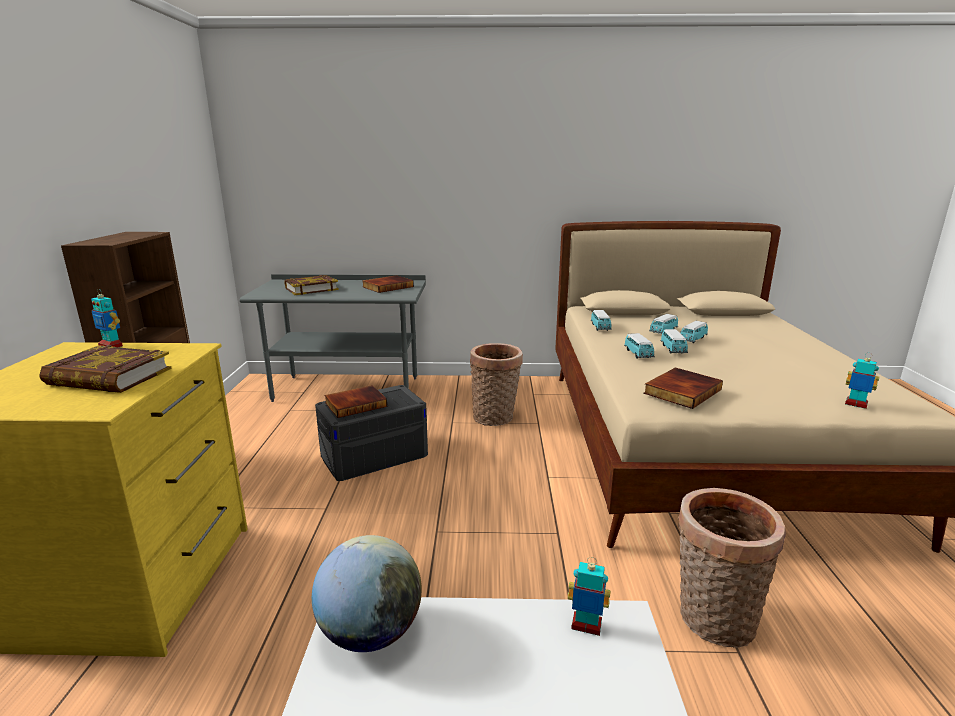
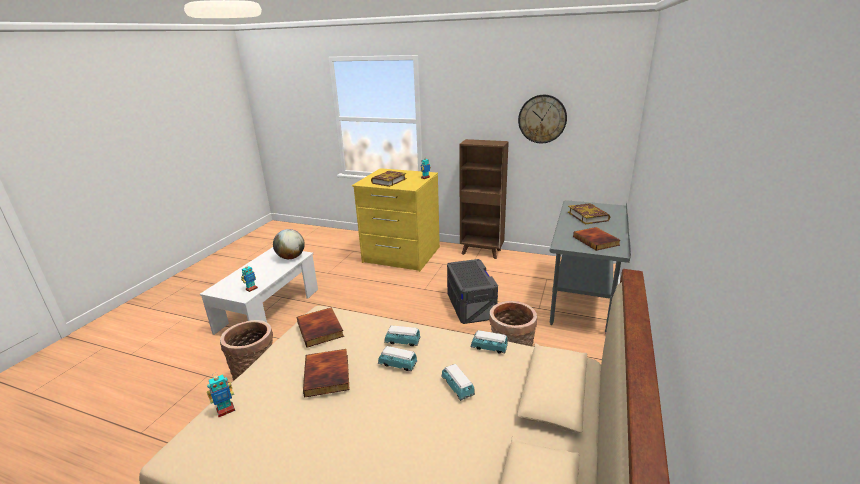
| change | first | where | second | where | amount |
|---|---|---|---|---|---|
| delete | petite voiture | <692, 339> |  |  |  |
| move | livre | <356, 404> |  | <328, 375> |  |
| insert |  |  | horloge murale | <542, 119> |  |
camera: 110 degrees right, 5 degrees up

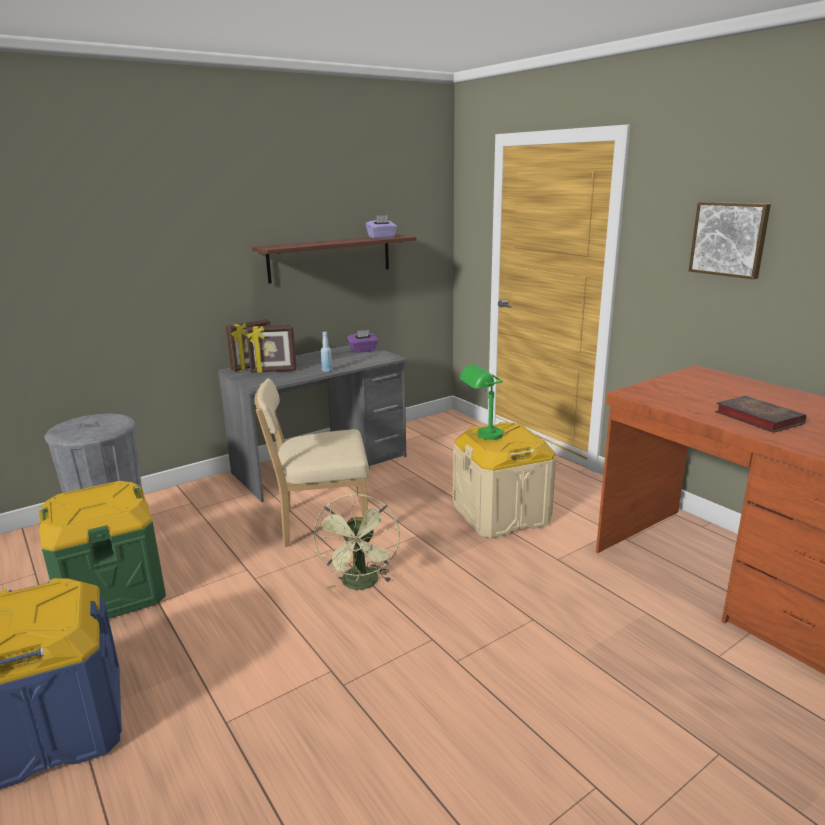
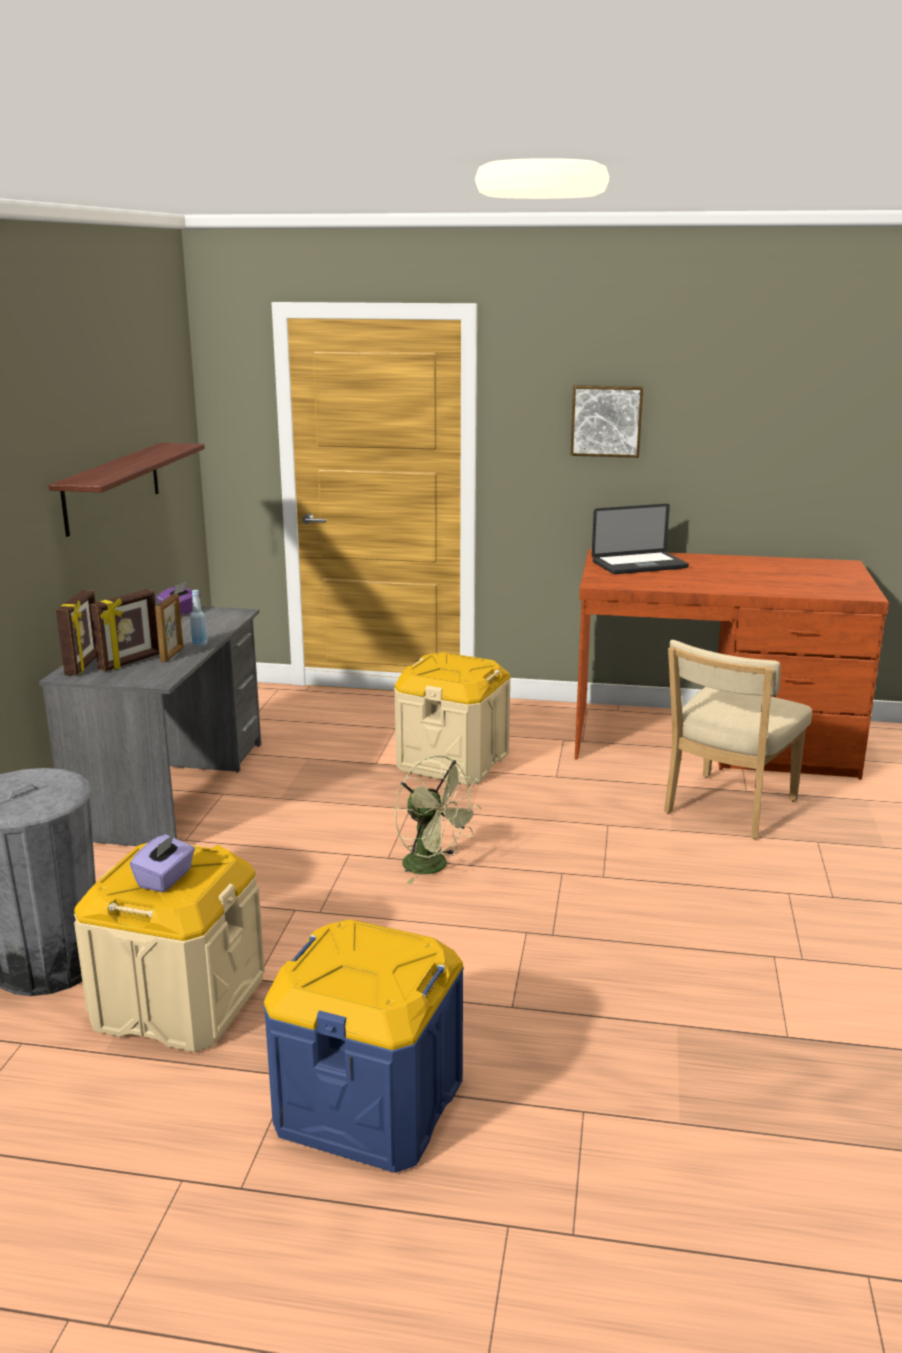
| change | first | where | second | where | amount |
|---|---|---|---|---|---|
| move | boîte à mouchoirs/violet | <381, 237> |  | <165, 879> |  |
| delete | lampe de table/vert | <482, 436> |  |  |  |
| move | chaise/beige | <320, 523> |  | <726, 809> |  |
| delete | livre | <756, 418> |  |  |  |
| recolor | boîte de rangement/vert | <111, 592> | boîte de rangement/beige | <178, 1001> |  |
| insert |  |  | ordinateur portable | <639, 565> |  |
| insert |  |  | cadre photo | <172, 655> |  |
camera: 45 degrees left, 0 degrees up

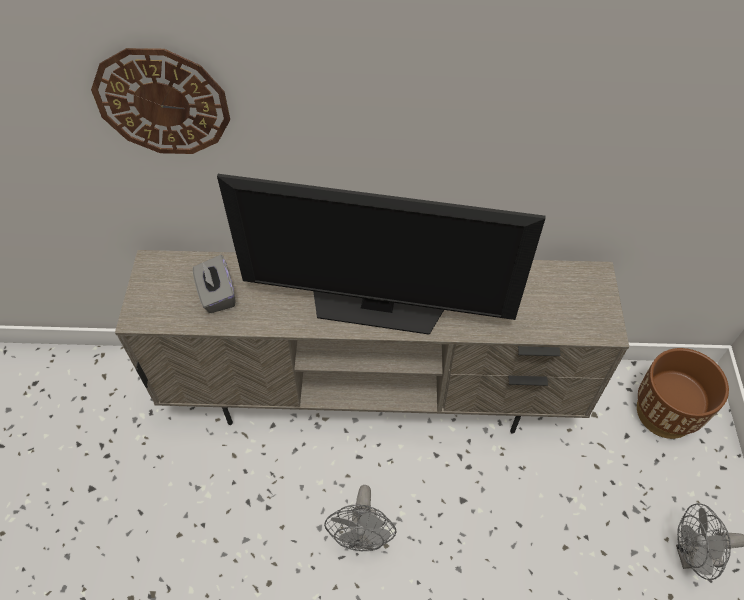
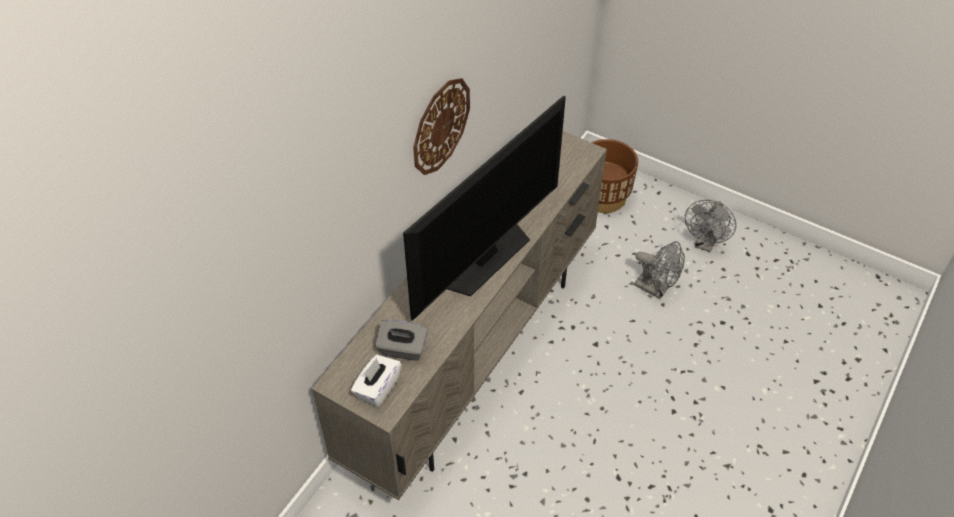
| change | first | where | second | where | amount |
|---|---|---|---|---|---|
| move | horloge murale | <162, 102> |  | <440, 126> |  |
| move | ventilateur/gris | <362, 536> |  | <656, 289> |  |
| insert |  |  | boîte à mouchoirs/blanc | <377, 388> |  |
camera: 60 degrees left, 5 degrees down

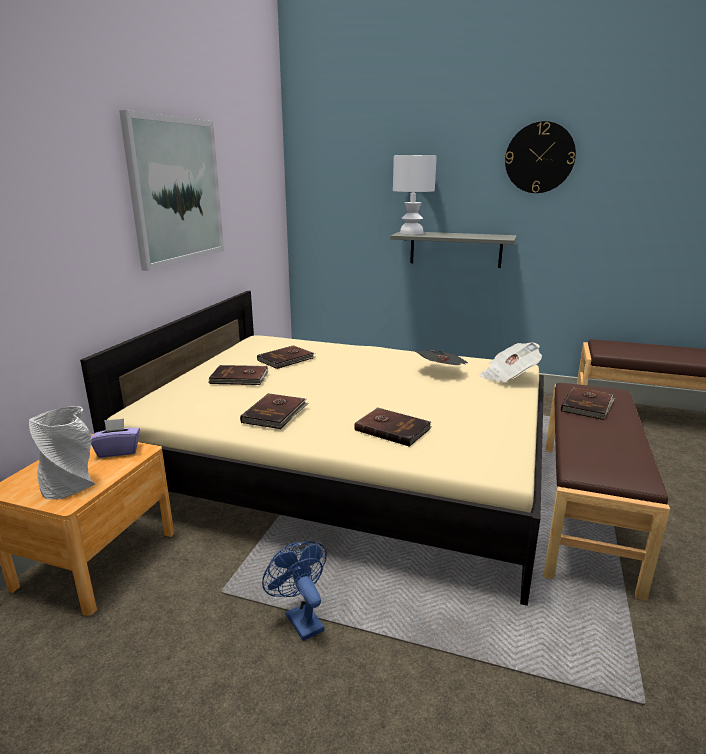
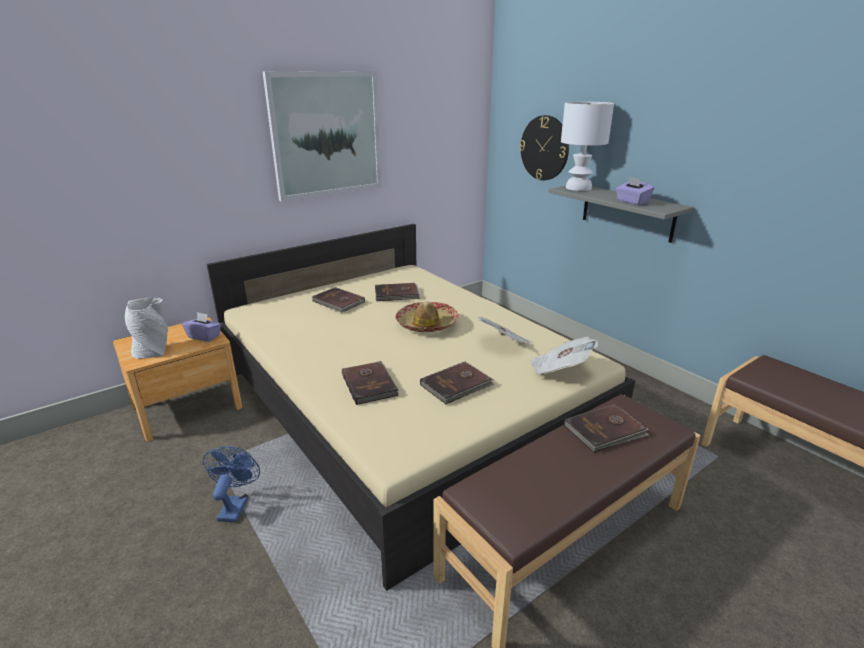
| change | first | where | second | where | amount |
|---|---|---|---|---|---|
| move | horloge murale | <539, 158> |  | <544, 148> |  |
| move | livre/marron | <275, 413> |  | <457, 385> |  |
| insert |  |  | boîte à mouchoirs/violet | <632, 202> |  |
| insert |  |  | chapeau | <427, 324> |  |
camera: 35 degrees right, 5 degrees up

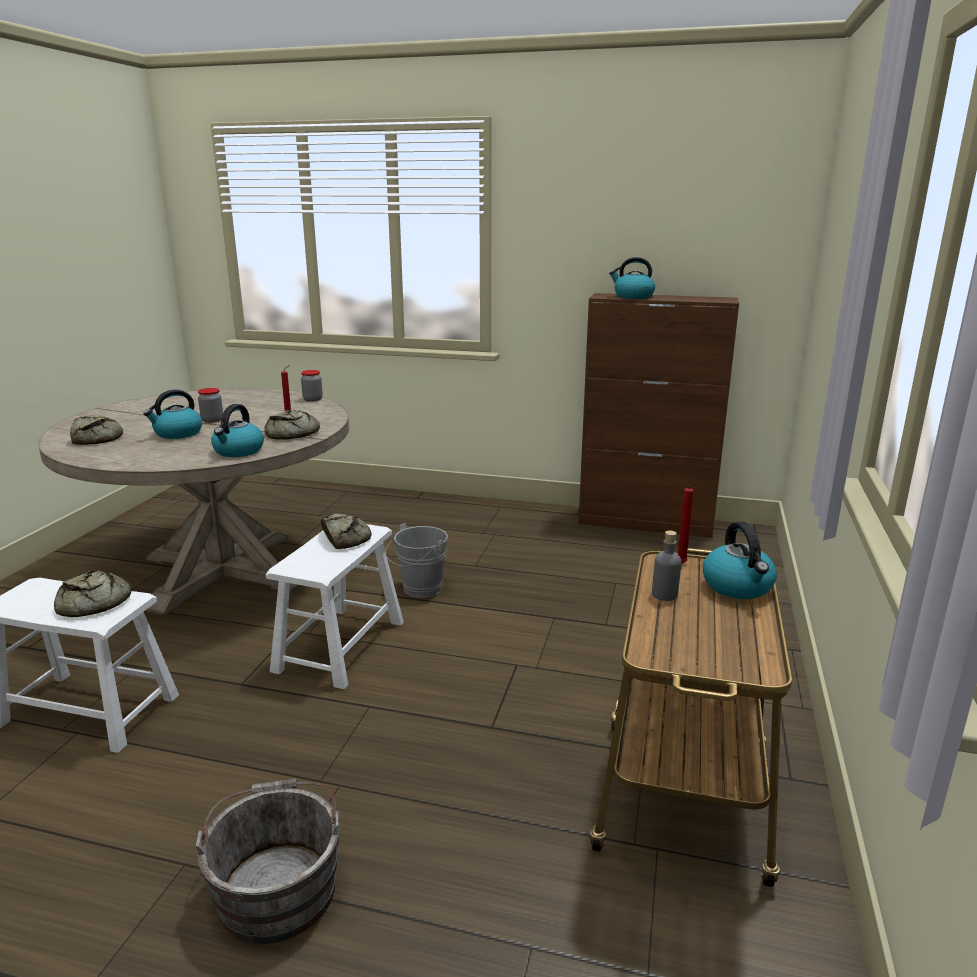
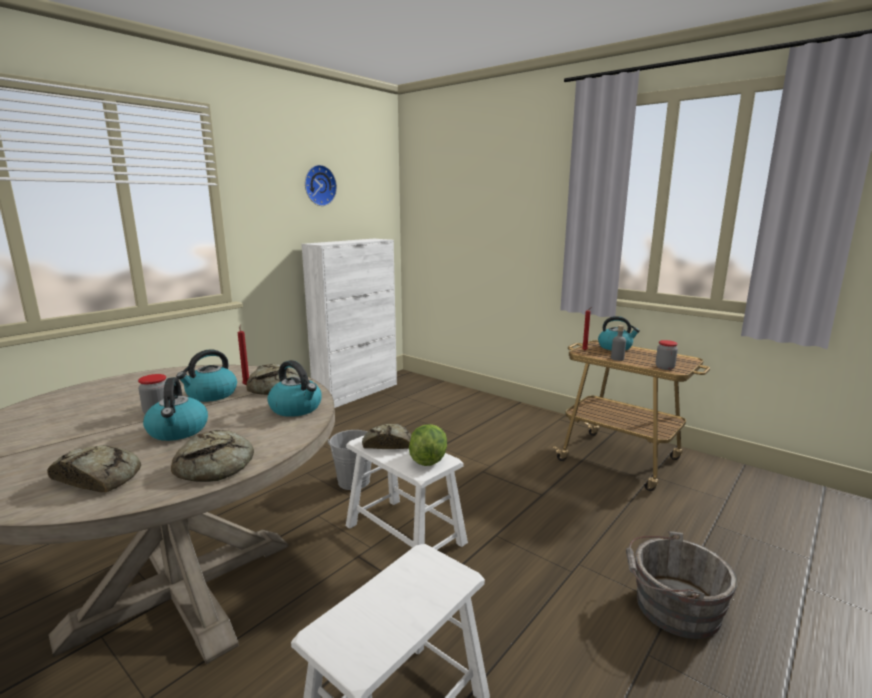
| change | first | where | second | where | amount |
|---|---|---|---|---|---|
| move | bouilloire | <633, 296> |  | <211, 395> |  |
| recolor | meuble de rangement/marron | <646, 522> | meuble de rangement/blanc | <357, 392> |  |
| move | bocal | <312, 399> |  | <664, 367> |  |
| move | pain | <92, 604> |  | <218, 465> |  |
| insert |  |  | horloge murale | <319, 185> |  |
| insert |  |  | laitue | <428, 459> |  |
camera: 65 degrees left, 5 degrees down

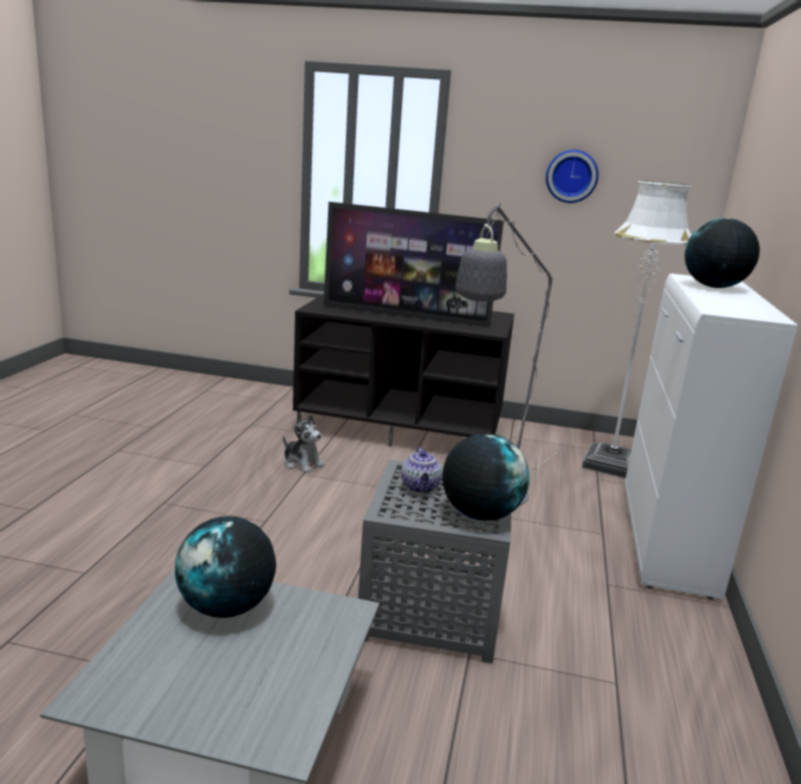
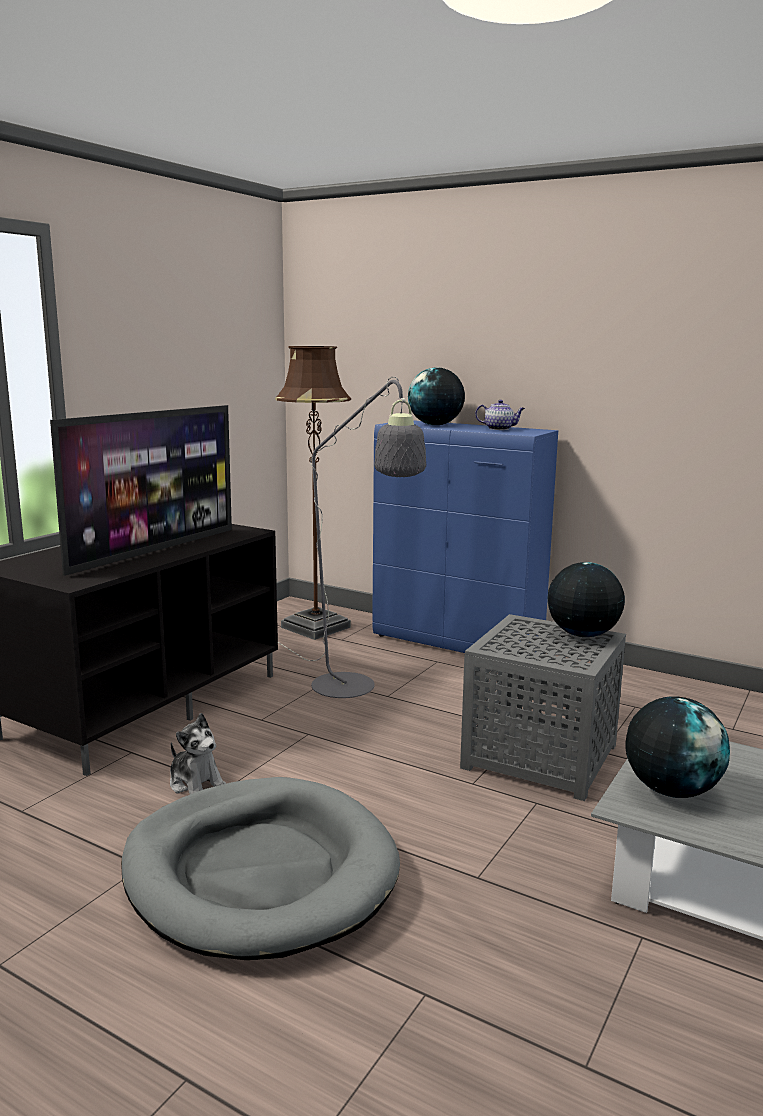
| change | first | where | second | where | amount |
|---|---|---|---|---|---|
| delete | horloge murale | <571, 176> |  |  |  |
| recolor | lampadaire/blanc | <610, 464> | lampadaire/marron | <316, 627> |  |
| recolor | meuble de rangement/blanc | <666, 542> | meuble de rangement/bleu | <458, 643> |  |
| rotate | peluche | <302, 463> |  | <196, 783> | 75 degrees clockwise |
| move | théière | <421, 487> |  | <499, 429> |  |
| insert |  |  | panier pour chien/gris | <259, 872> |  |
camera: 70 degrees left, 5 degrees down

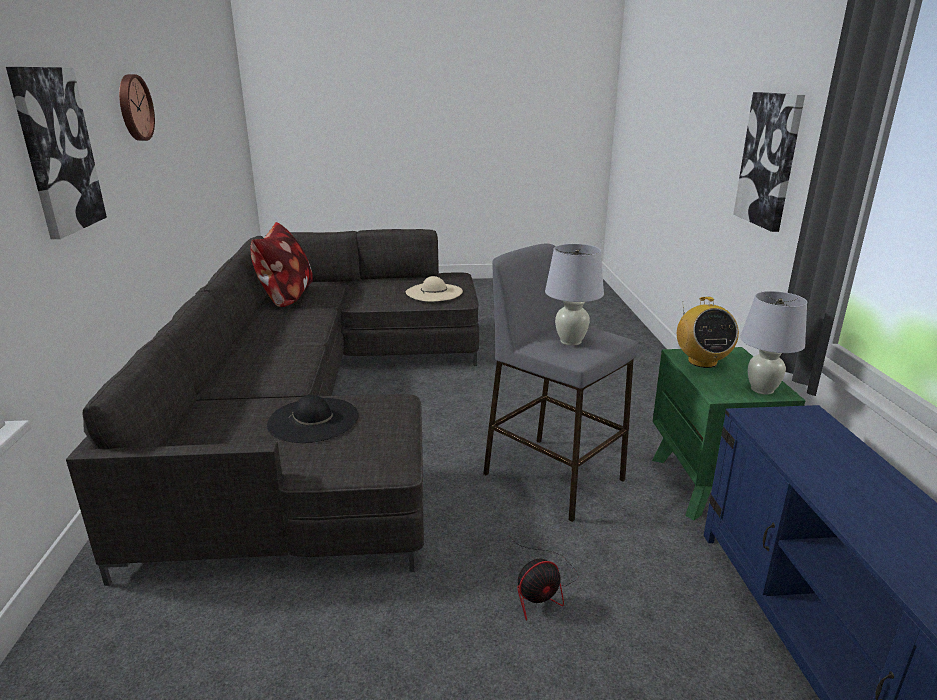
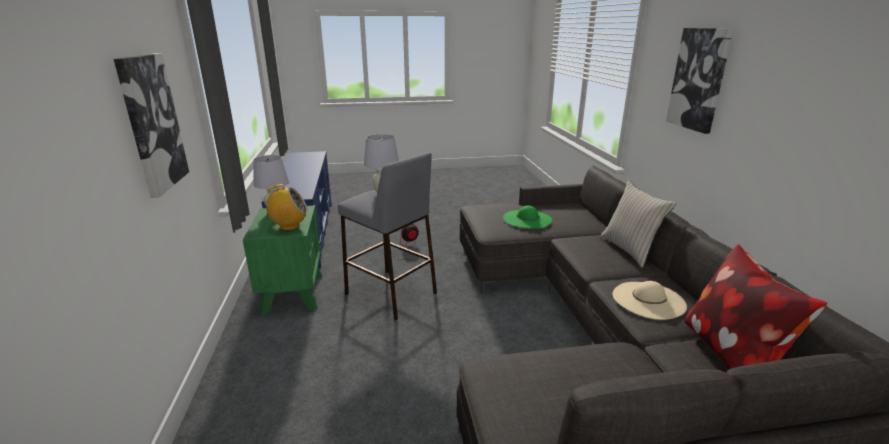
| change | first | where | second | where | amount |
|---|---|---|---|---|---|
| delete | horloge murale | <133, 108> |  |  |  |
| move | chapeau/beige | <434, 292> |  | <648, 300> |  |
| rotate | radio | <702, 361> |  | <289, 226> | 90 degrees clockwise |
| recolor | chapeau/noir | <313, 420> | chapeau/vert | <527, 219> |  |
| insert |  |  | coussin/beige | <629, 250> |  |
camera: 175 degrees right, 0 degrees up

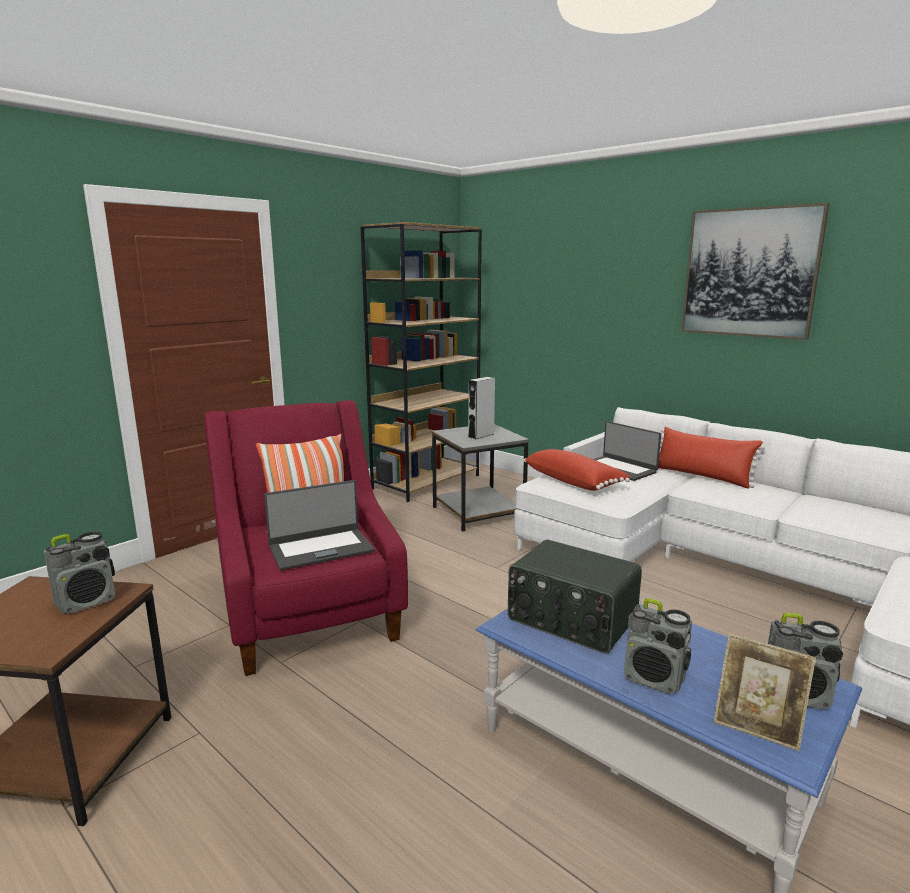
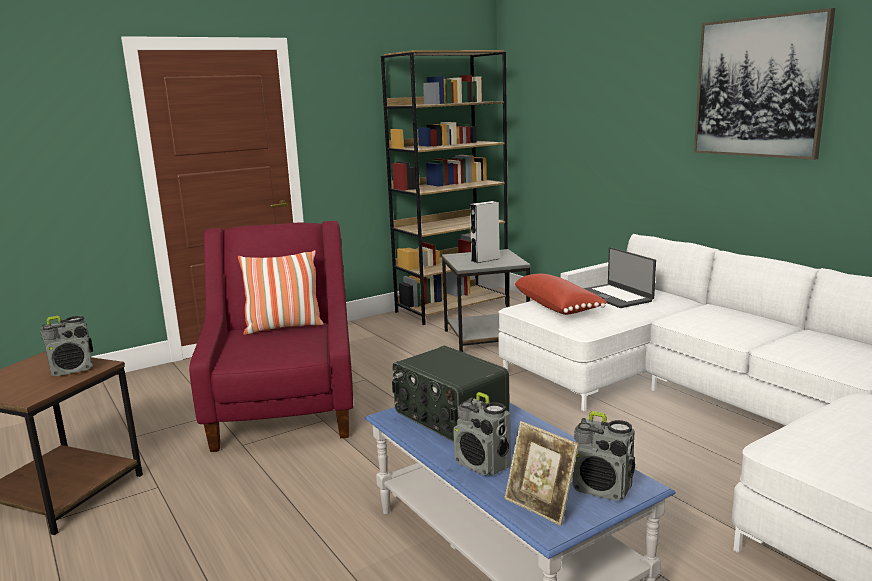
| change | first | where | second | where | amount |
|---|---|---|---|---|---|
| delete | coussin/rouge | <702, 476> |  |  |  |
| delete | ordinateur portable | <320, 549> |  |  |  |
camera: 15 degrees right, 0 degrees up

